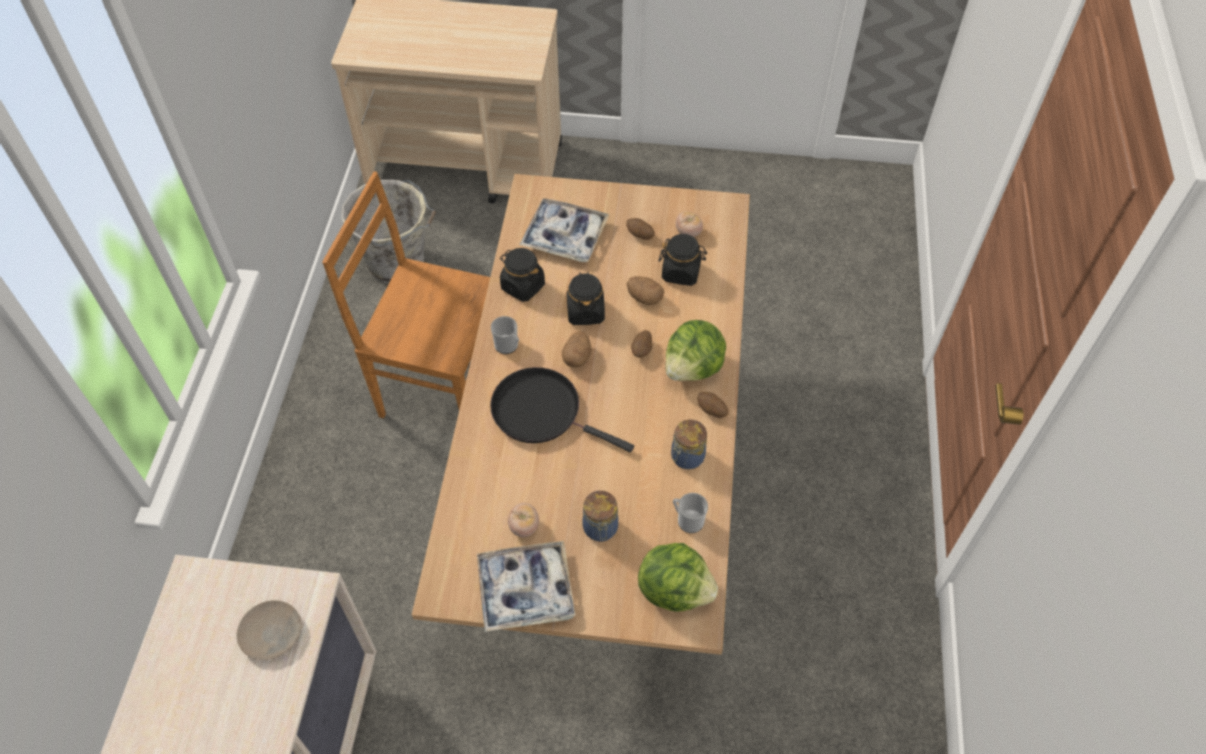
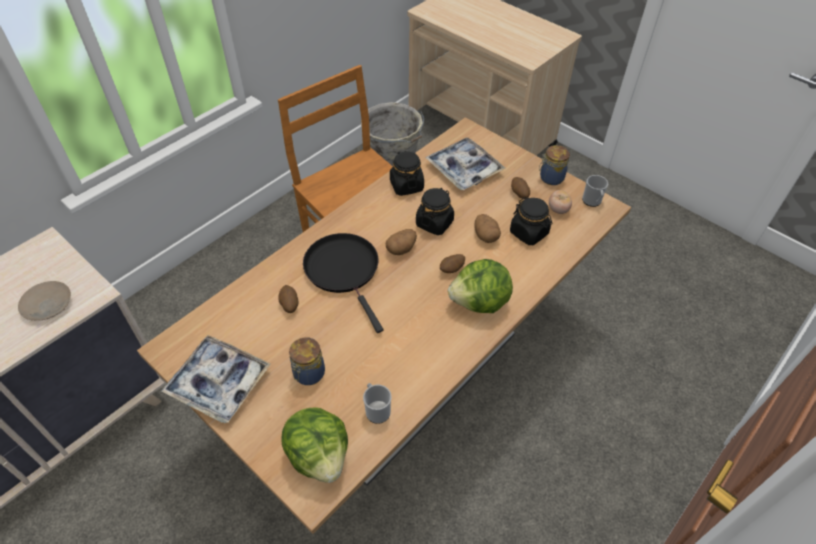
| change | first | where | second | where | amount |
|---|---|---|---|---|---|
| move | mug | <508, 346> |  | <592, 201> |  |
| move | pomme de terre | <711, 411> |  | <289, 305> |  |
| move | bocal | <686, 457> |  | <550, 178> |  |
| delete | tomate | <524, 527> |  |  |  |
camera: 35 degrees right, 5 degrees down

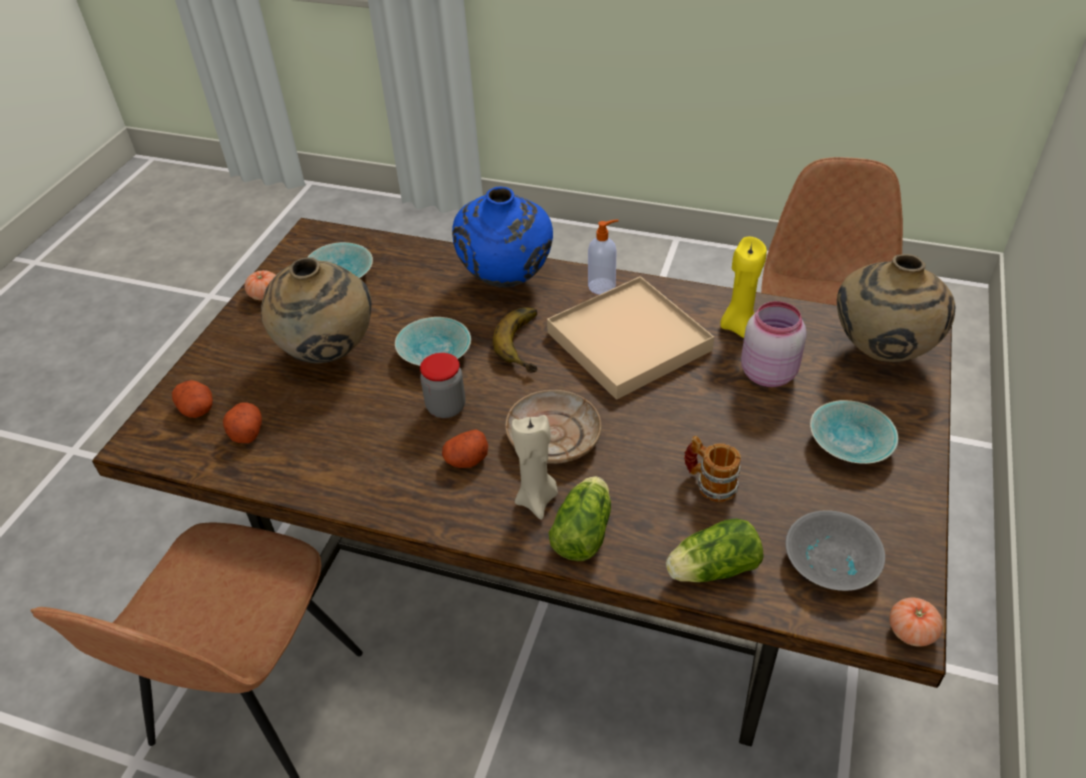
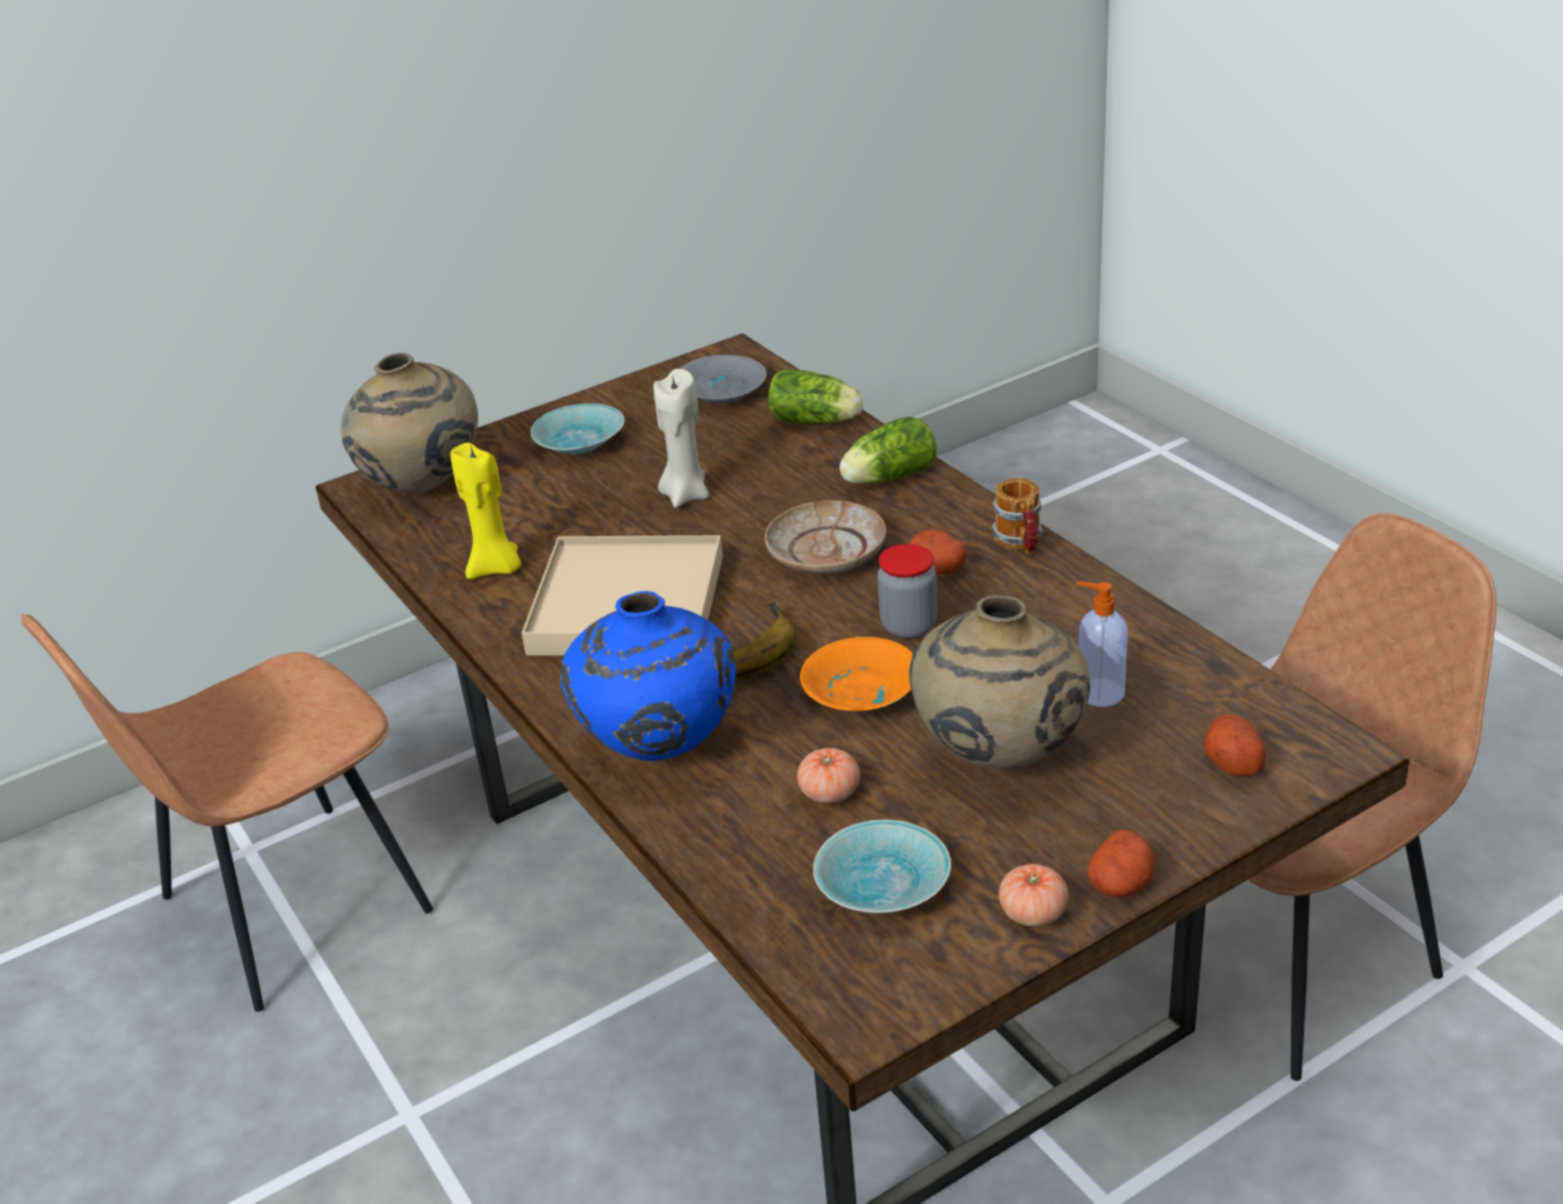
| change | first | where | second | where | amount |
|---|---|---|---|---|---|
| move | distributeur de savon | <603, 286> |  | <1098, 692> |  |
| delete | bocal/rose | <767, 372> |  |  |  |
| recolor | bol/turquoise | <433, 352> | bol/orange | <860, 696> |  |
| move | pomme de terre | <246, 431> |  | <1121, 884> |  |
| move | bougie/beige | <537, 499> |  | <685, 495> |  |
| move | mug | <709, 483> |  | <1020, 543> |  |
| move | tomate | <911, 631> |  | <829, 792> |  |
camera: 140 degrees left, 10 degrees down

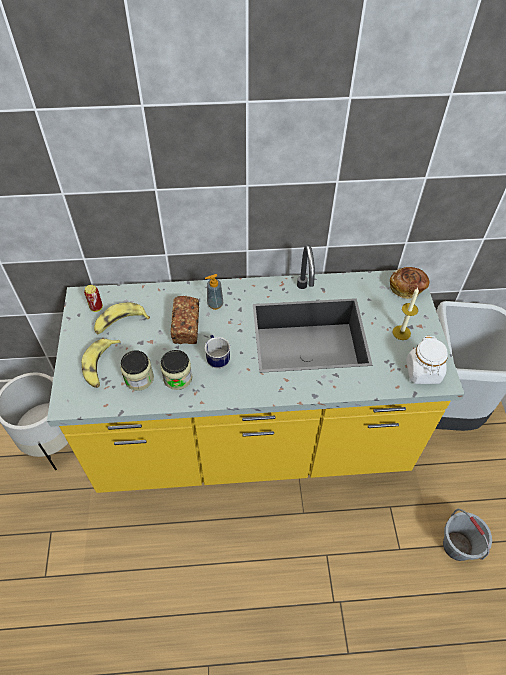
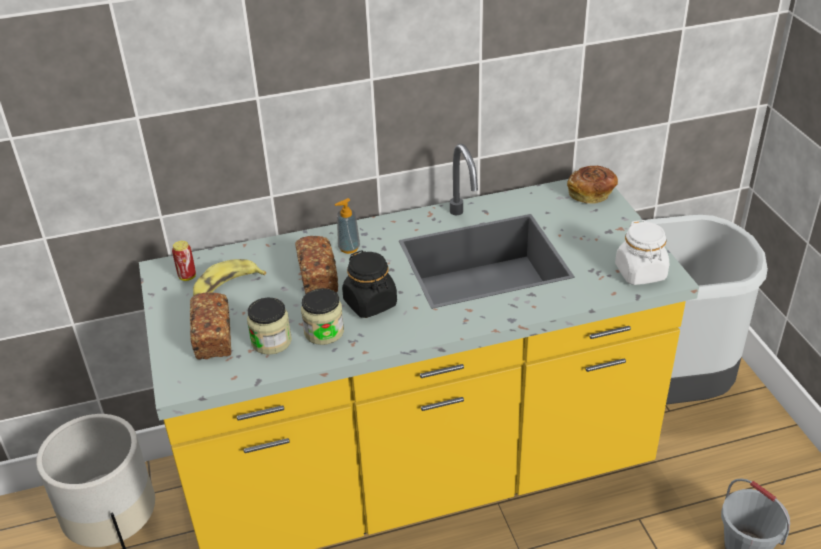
| change | first | where | second | where | amount |
|---|---|---|---|---|---|
| delete | bougie | <401, 332> |  |  |  |
| replace | mug | <217, 358> | bocal/noir | <370, 303> |  |
| replace | banane | <100, 366> | pain | <213, 337> |  |
camera: 10 degrees left, 15 degrees down

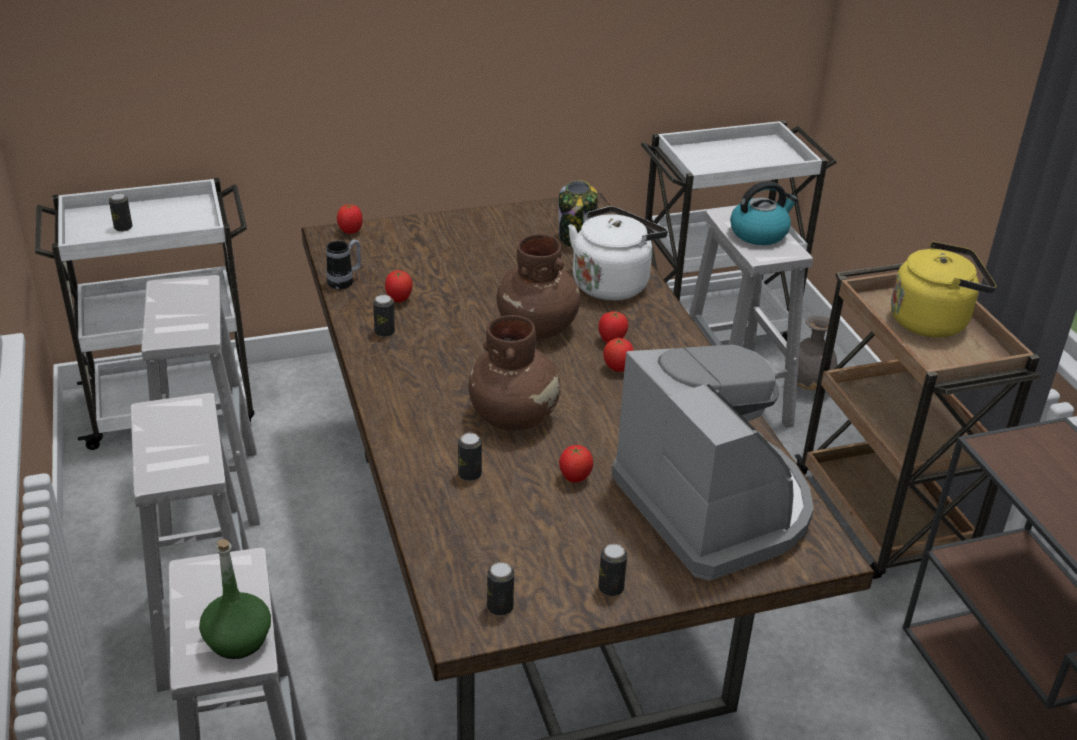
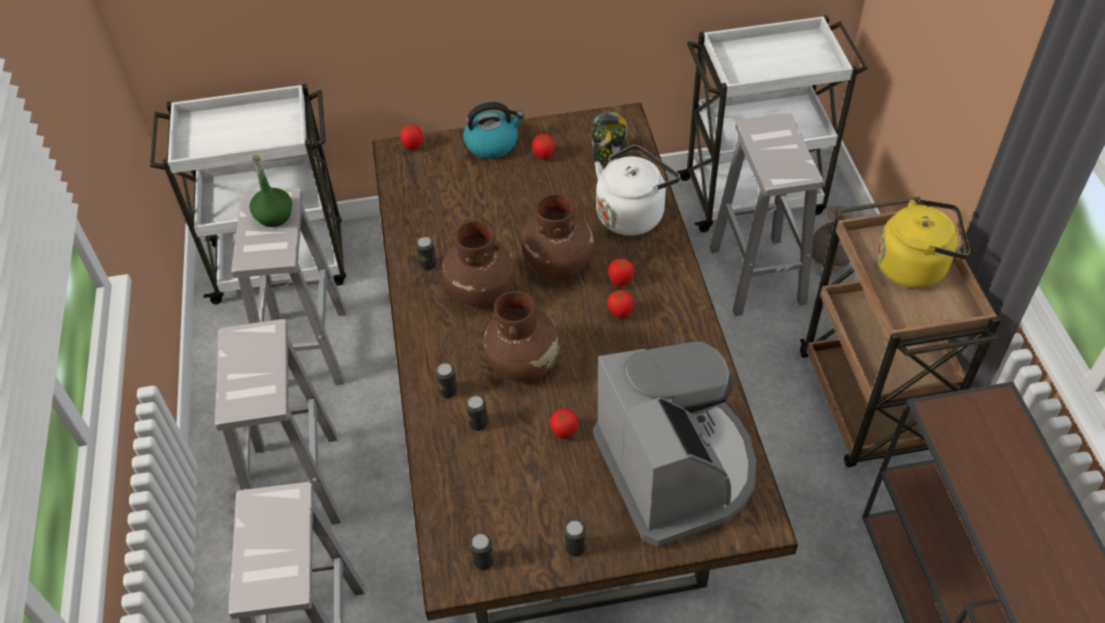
| change | first | where | second | where | amount |
|---|---|---|---|---|---|
| move | bouilloire | <759, 233> |  | <492, 144> |  |
| move | boîte métallique | <123, 228> |  | <448, 391> |  |
| delete | mug | <345, 281> |  |  |  |
| move | tomate | <399, 300> |  | <543, 156> |  |
| move | bouteille/vert | <238, 639> |  | <274, 216> |  |
| insert |  |  | vase/marron | <480, 290> |  |
camera: 10 degrees right, 15 degrees up

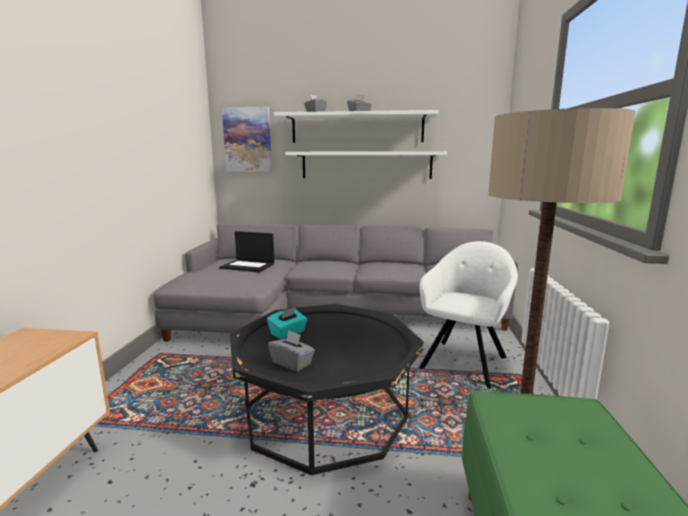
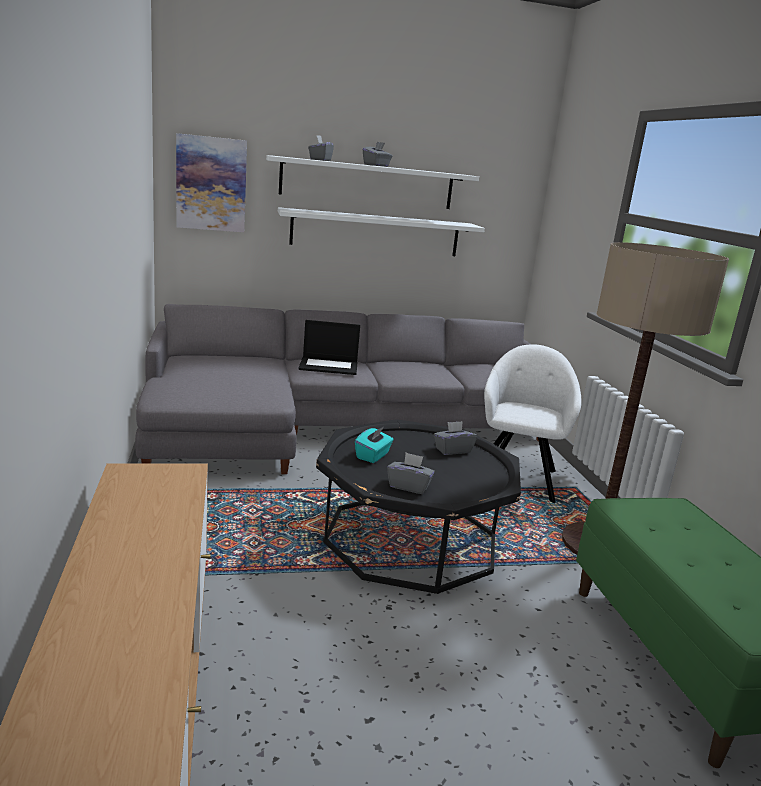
| change | first | where | second | where | amount |
|---|---|---|---|---|---|
| move | ordinateur portable | <248, 266> |  | <329, 366> |  |
| insert |  |  | boîte à mouchoirs/gris | <452, 450> |  |
camera: 20 degrees left, 5 degrees up

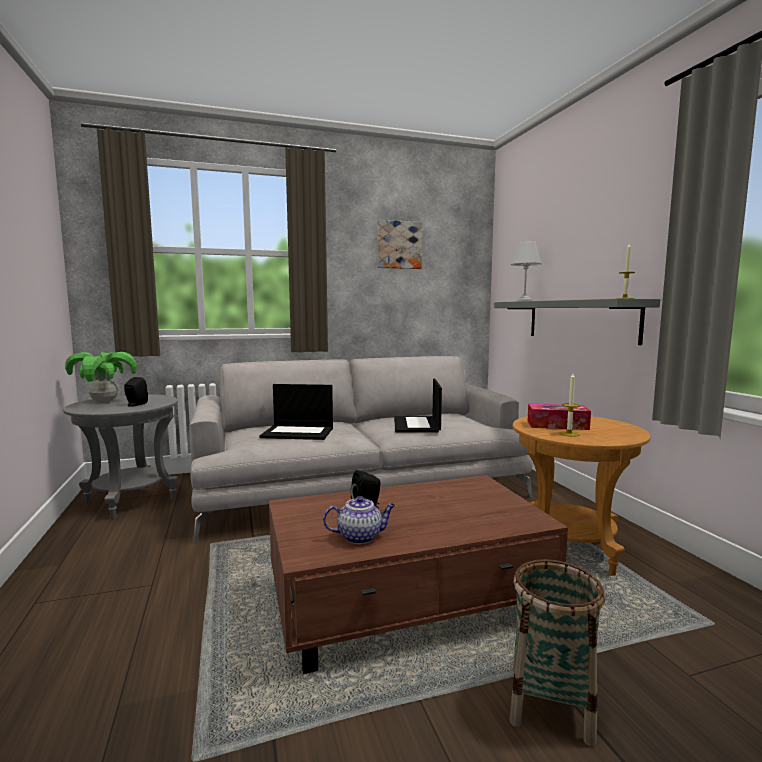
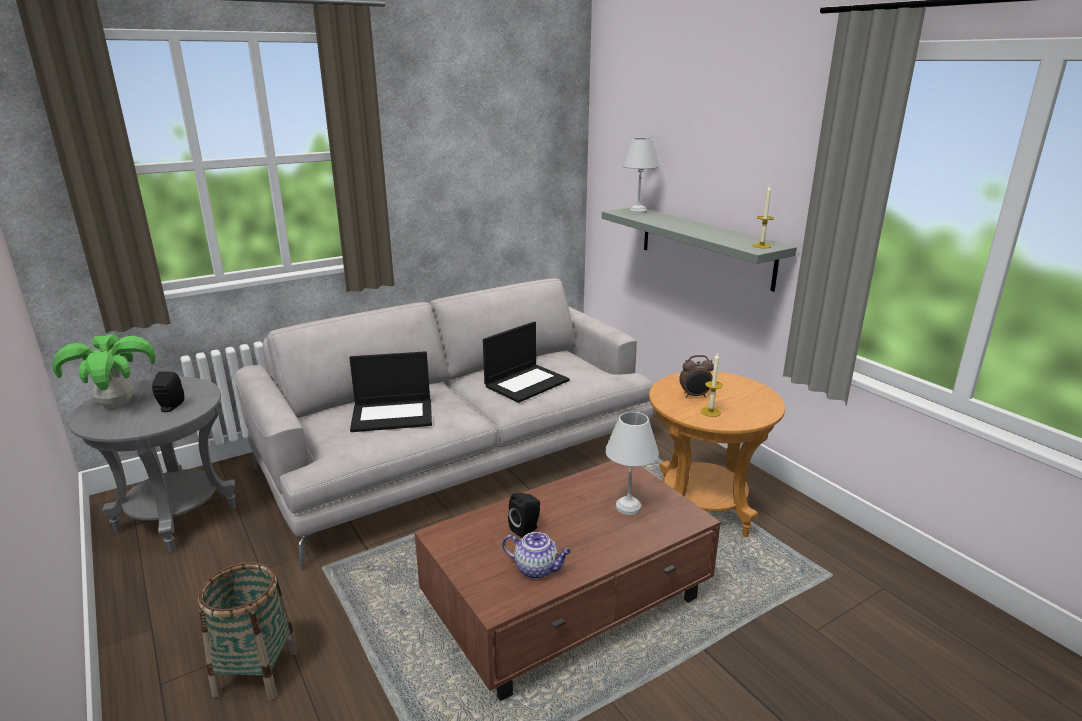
| change | first | where | second | where | amount |
|---|---|---|---|---|---|
| delete | tableau | <399, 245> |  |  |  |
| rotate | ordinateur portable | <417, 425> |  | <527, 383> | 120 degrees counterclockwise |
| replace | boîte à mouchoirs | <557, 425> | réveil | <695, 396> |  |
| rotate | théière | <360, 537> |  | <537, 569> | 45 degrees clockwise |
| move | panier | <551, 704> |  | <257, 672> |  |
| insert |  |  | lampe de table/blanc | <627, 507> |  |
camera: 15 degrees left, 15 degrees up

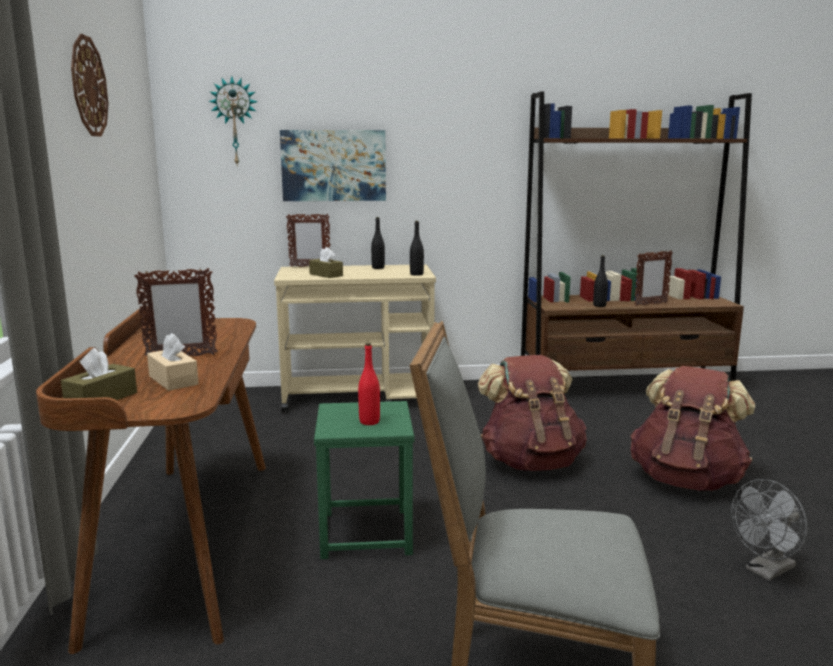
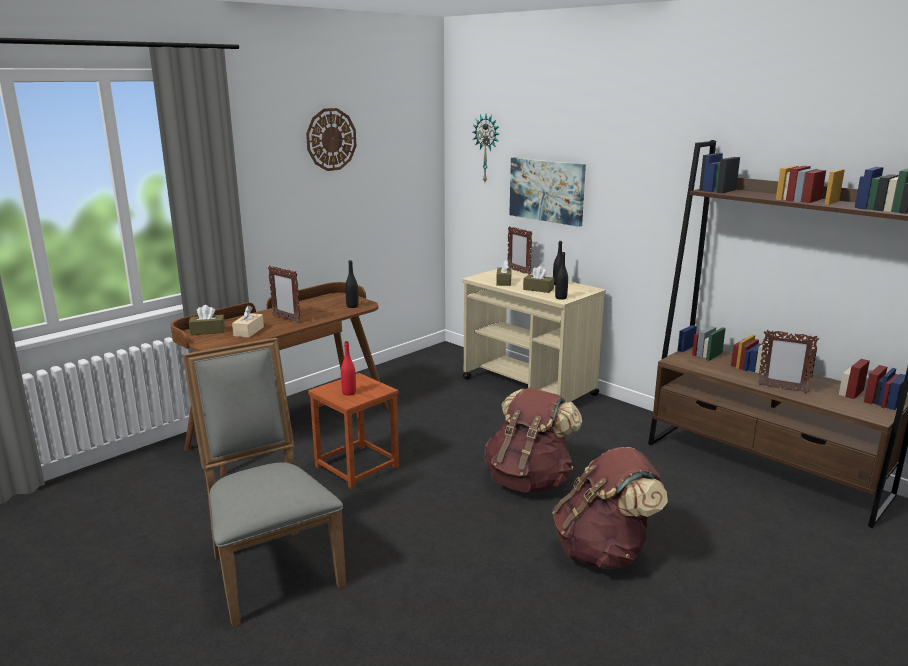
| change | first | where | second | where | amount |
|---|---|---|---|---|---|
| move | bouteille/noir | <599, 305> |  | <352, 306> |  |
| recolor | tabouret/vert | <367, 533> | tabouret/marron | <357, 466> |  |
| delete | ventilateur/gris | <766, 571> |  |  |  |
| insert |  |  | boîte à mouchoirs/marron | <538, 289> |  |
camera: 50 degrees right, 5 degrees up

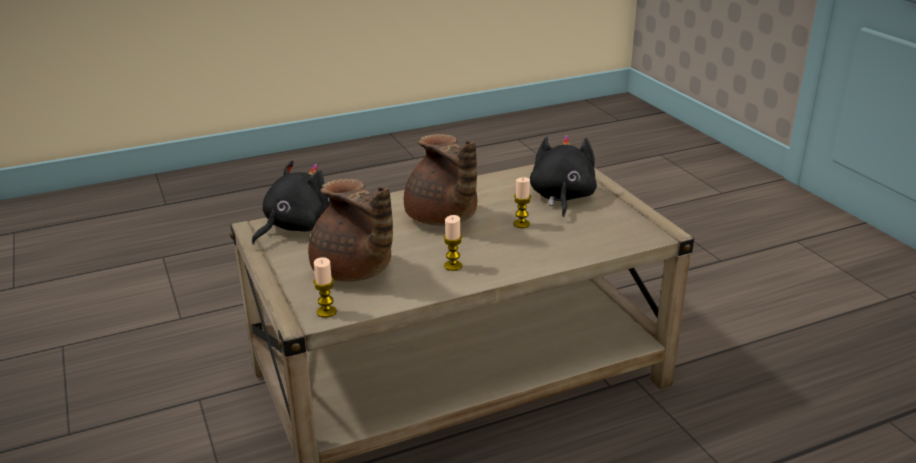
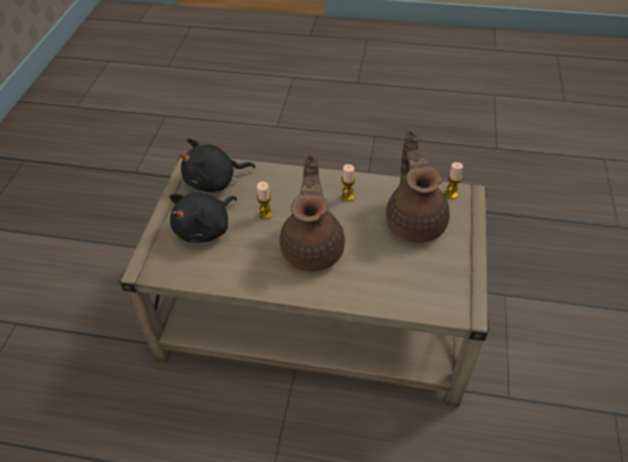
| change | first | where | second | where | amount |
|---|---|---|---|---|---|
| move | peluche/noir | <294, 227> |  | <214, 181> |  |
camera: 145 degrees left, 20 degrees up

